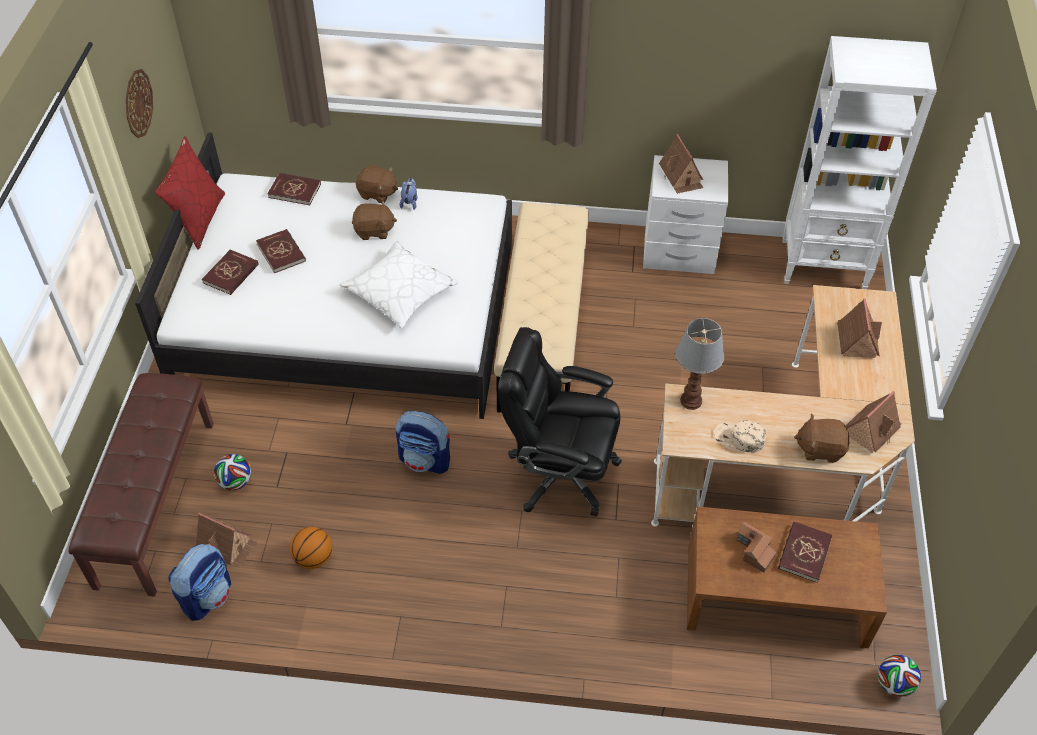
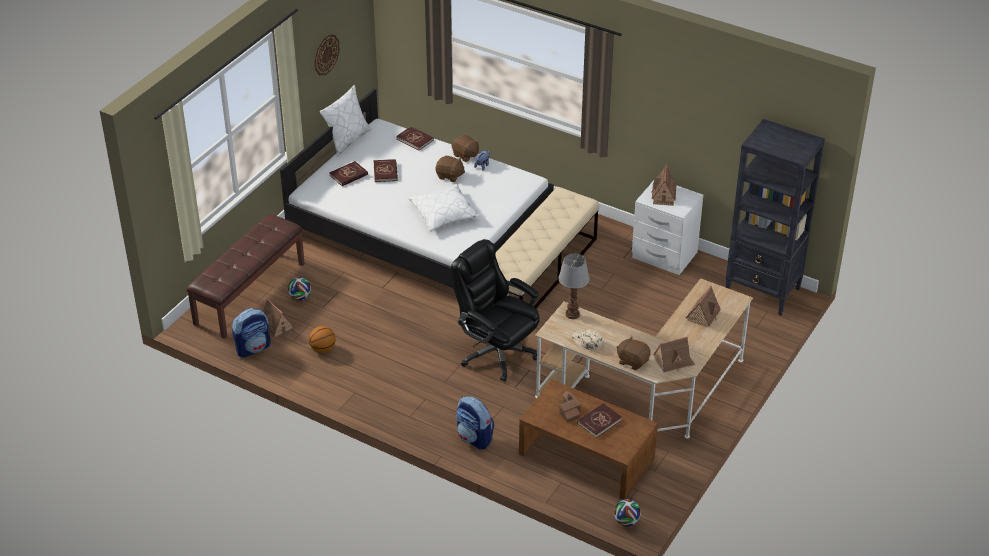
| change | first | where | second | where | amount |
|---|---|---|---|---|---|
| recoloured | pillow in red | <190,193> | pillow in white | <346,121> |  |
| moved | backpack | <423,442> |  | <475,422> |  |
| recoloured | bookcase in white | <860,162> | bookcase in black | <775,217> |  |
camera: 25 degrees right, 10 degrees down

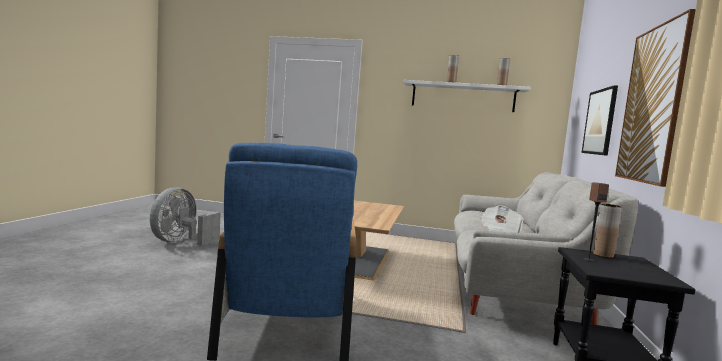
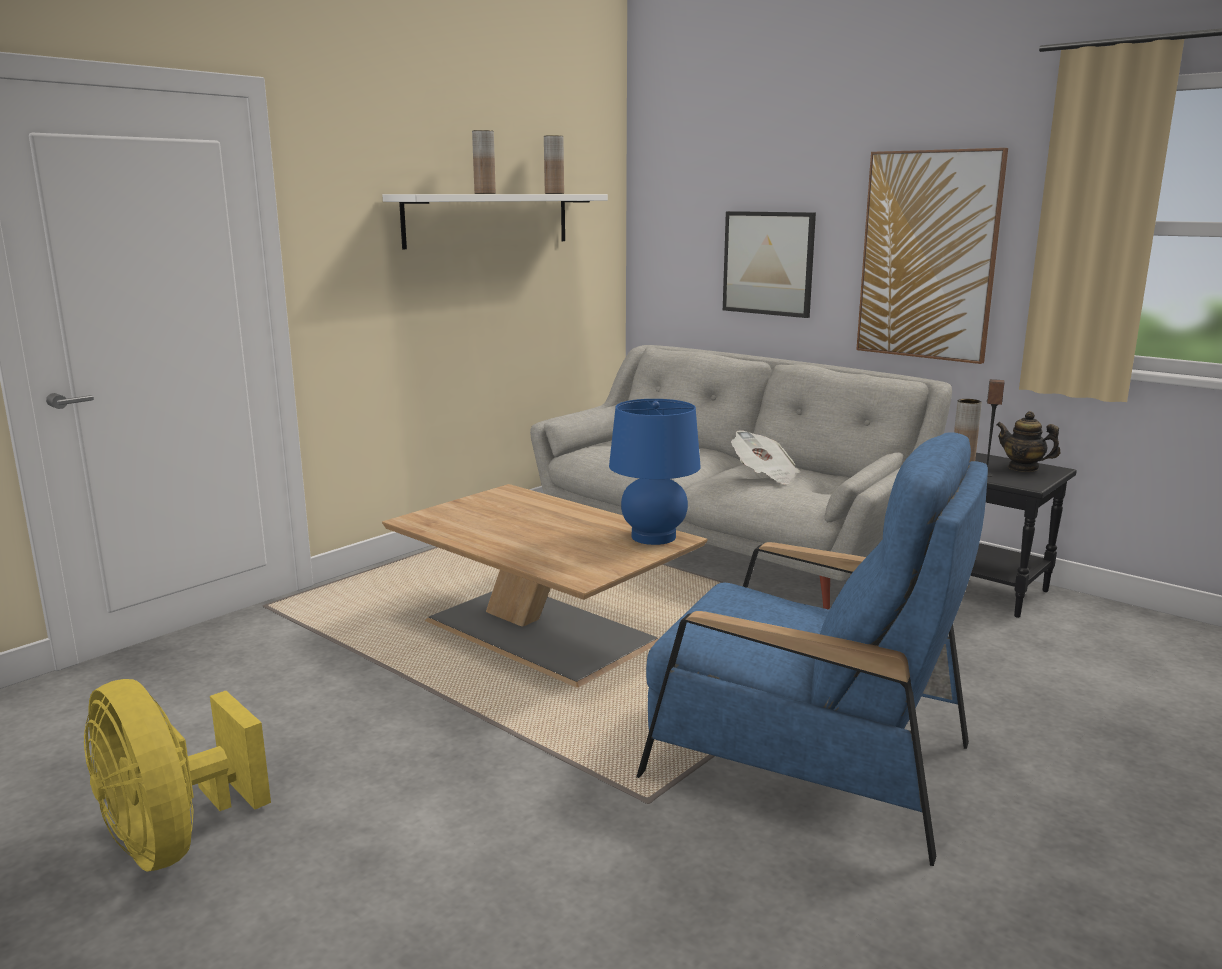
| change | first | where | second | where | amount |
|---|---|---|---|---|---|
| recoloured | fan in grey | <185,216> | fan in yellow | <177,775> |  |
| added |  |  | table lamp in blue | <655,472> |  |
| added |  |  | teapot | <1028,441> |  |
camera: 60 degrees left, 10 degrees up

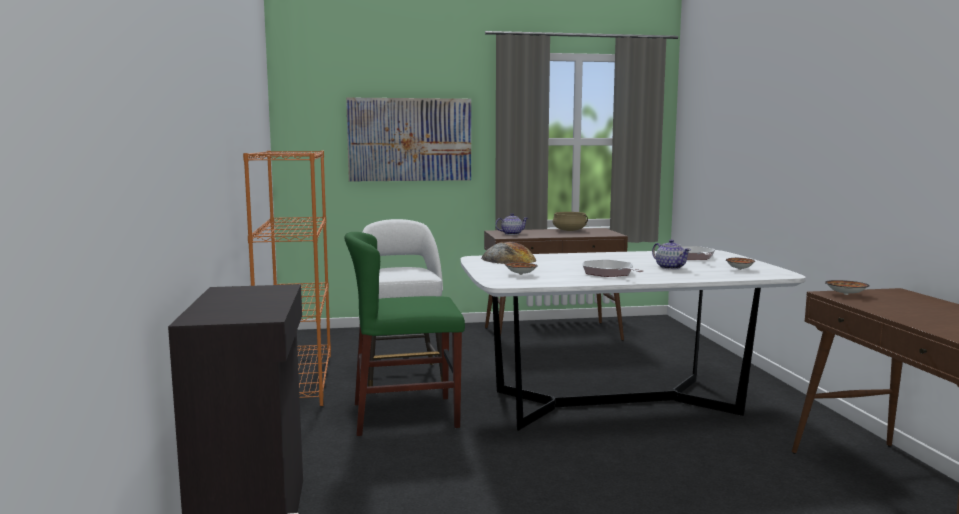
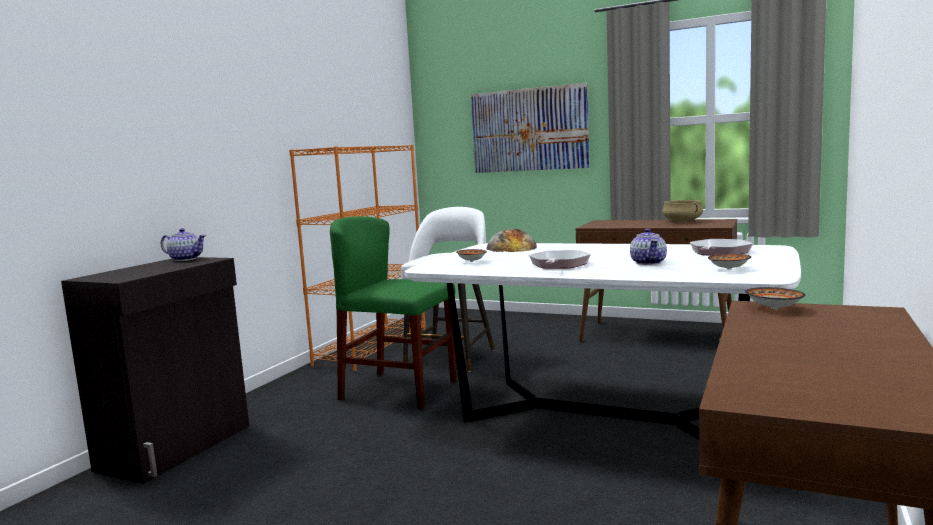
| change | first | where | second | where | amount |
|---|---|---|---|---|---|
| moved | teapot | <511,224> |  | <183,244> |  |
camera: 35 degrees right, 0 degrees up

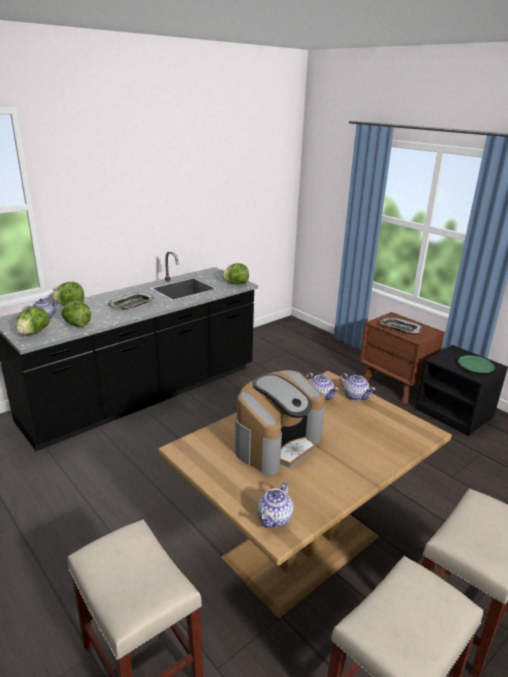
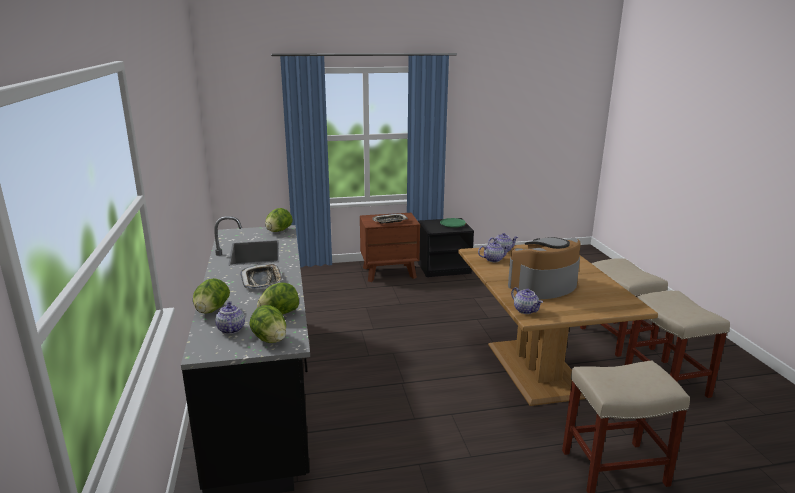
| change | first | where | second | where | amount |
|---|---|---|---|---|---|
| turned | coffee machine | <280,422> |  | <544,268> | 105 degrees counterclockwise |
| moved | teapot | <275,505> |  | <527,300> |  |
camera: 60 degrees left, 5 degrees down

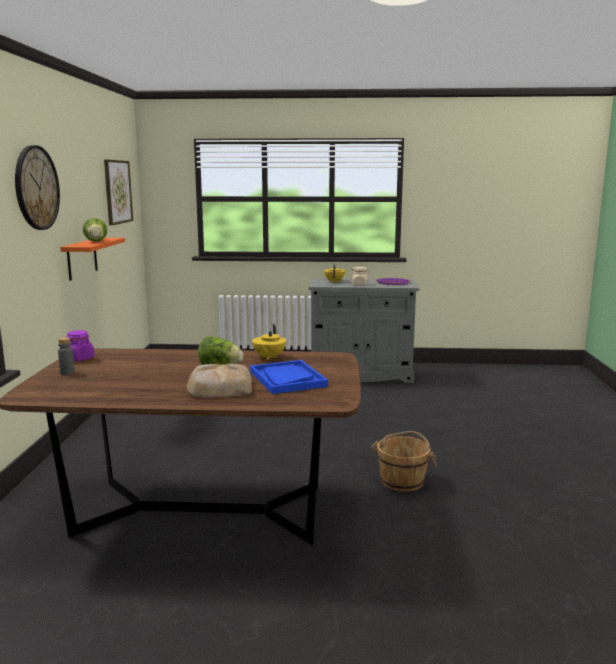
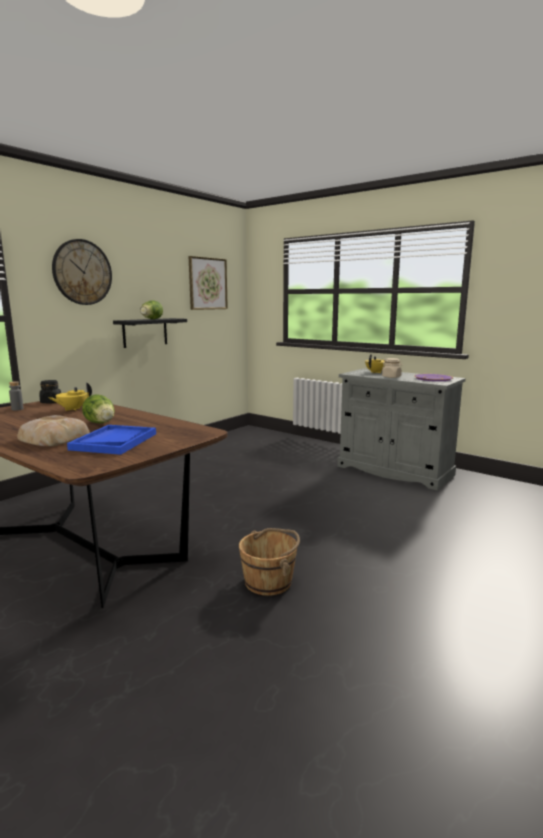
| change | first | where | second | where | amount |
|---|---|---|---|---|---|
| recoloured | shelf in orange | <92,259> | shelf in black | <150,333> |  |
| recoloured | jar in purple | <80,345> | jar in black | <50,392> |  |
| moved | teapot in yellow | <269,342> |  | <70,396> |  |
camera: 35 degrees right, 0 degrees up

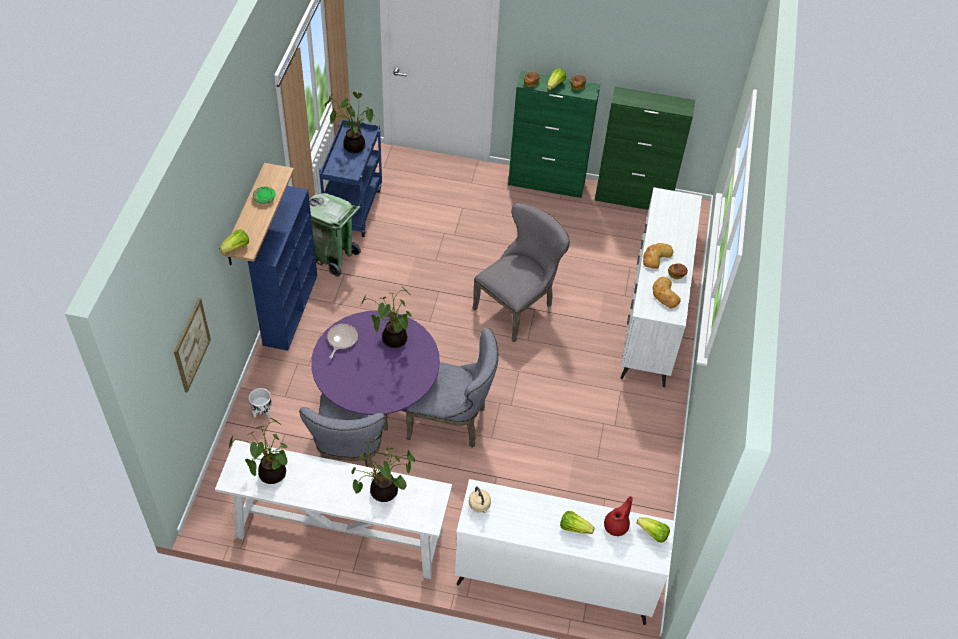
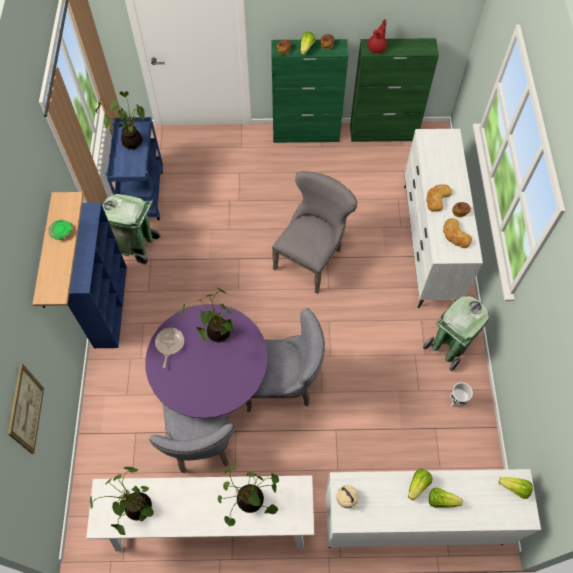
| change | first | where | second | where | amount |
|---|---|---|---|---|---|
| moved | lettuce | <234,241> |  | <420,484> |  |
| moved | planter in white | <260,403> |  | <461,395> |  |
| moved | teapot in red | <618,516> |  | <377,36> |  |
| added |  |  | trash can in green | <456,333> |  |
camera: 10 degrees left, 10 degrees up

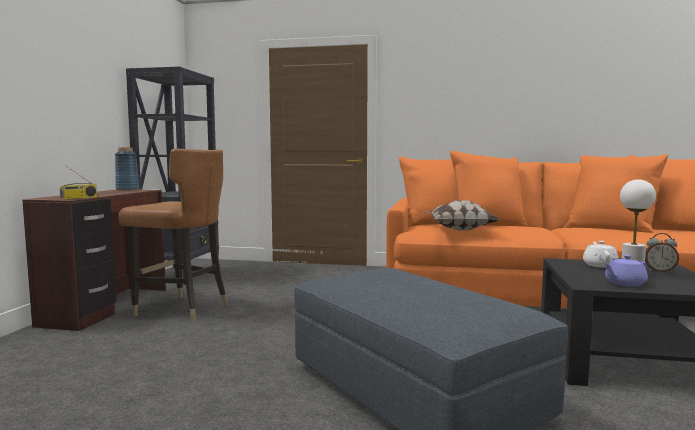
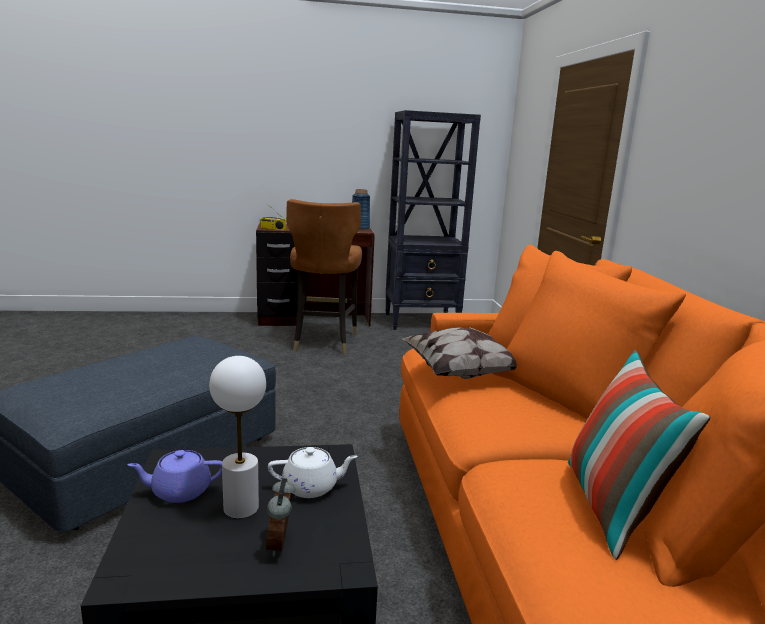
| change | first | where | second | where | amount |
|---|---|---|---|---|---|
| turned | teapot in purple | <626,271> |  | <175,476> | 60 degrees counterclockwise |
| added |  |  | pillow | <639,455> |  |
camera: 70 degrees right, 10 degrees up

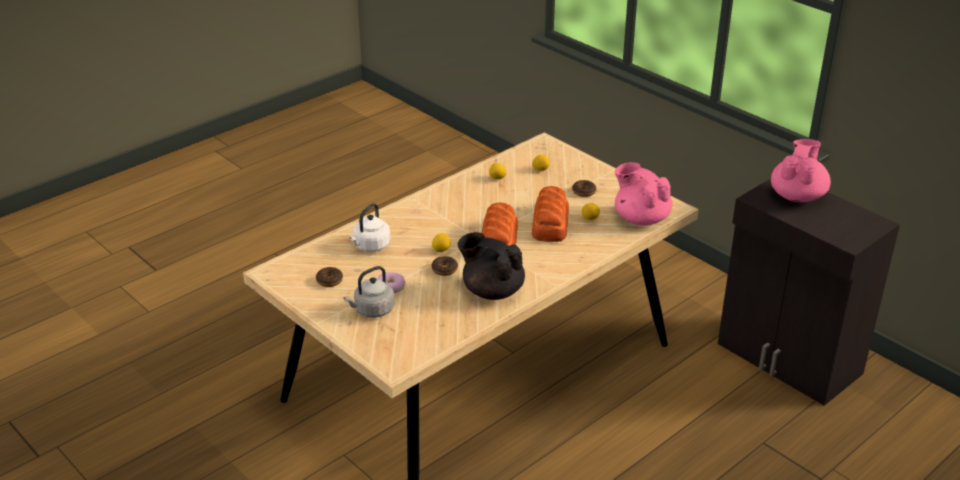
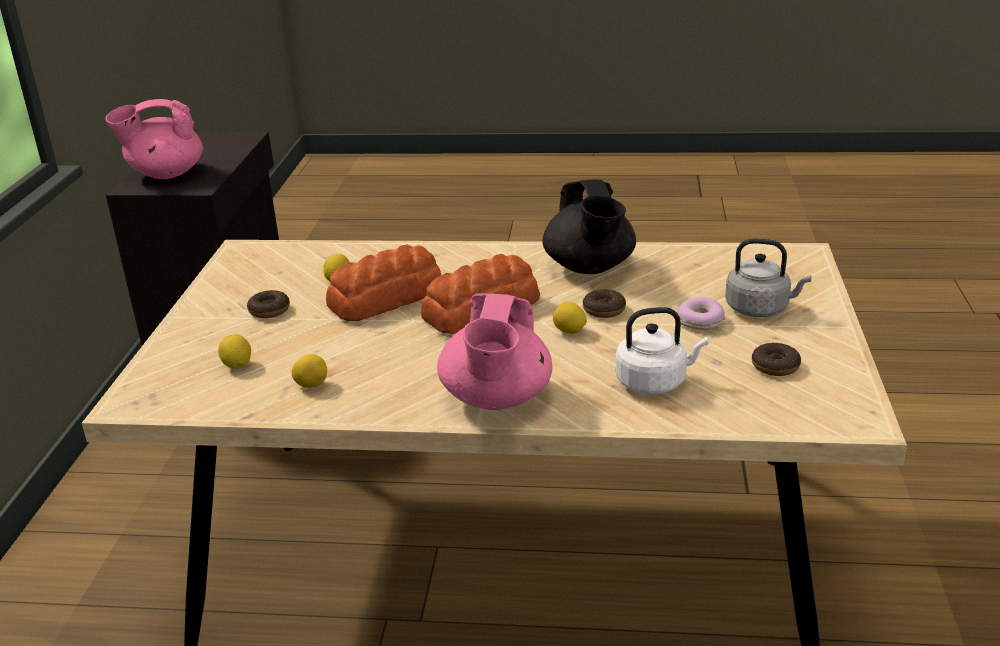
| change | first | where | second | where | amount |
|---|---|---|---|---|---|
| moved | teapot in pink | <643,194> |  | <494,351> |  |
camera: 130 degrees left, 5 degrees down

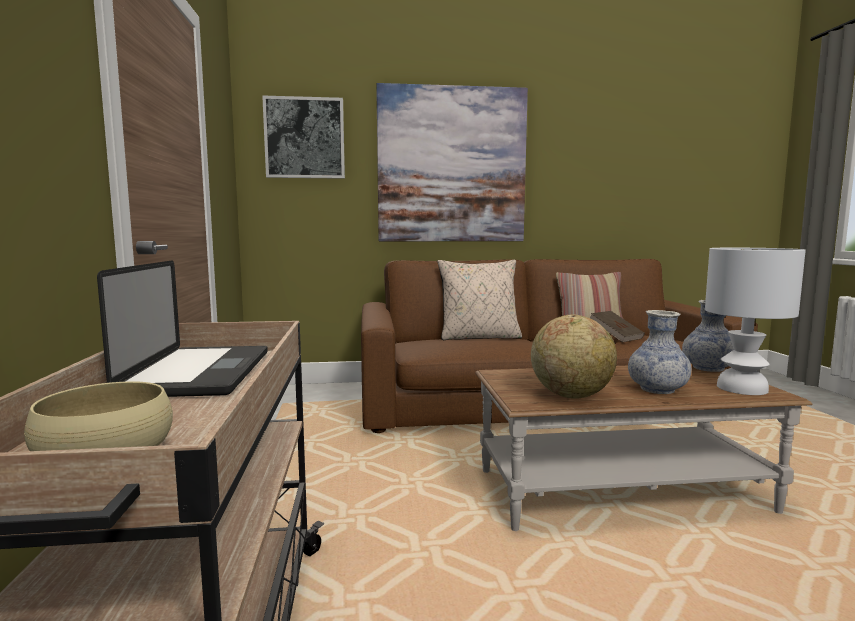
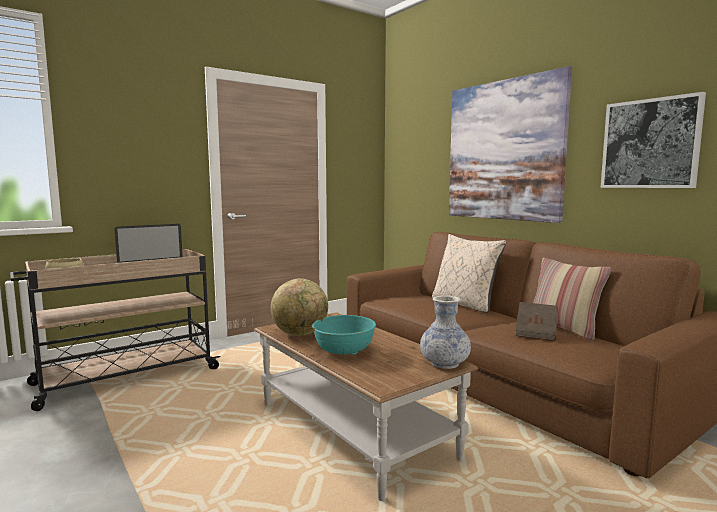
| change | first | where | second | where | amount |
|---|---|---|---|---|---|
| moved | picture | <303,137> |  | <653,140> |  |
| replaced | vase | <659,352> | bowl in turquoise | <344,335> |  |
| removed | table lamp in white | <755,321> |  |  |  |
camera: 60 degrees right, 0 degrees up

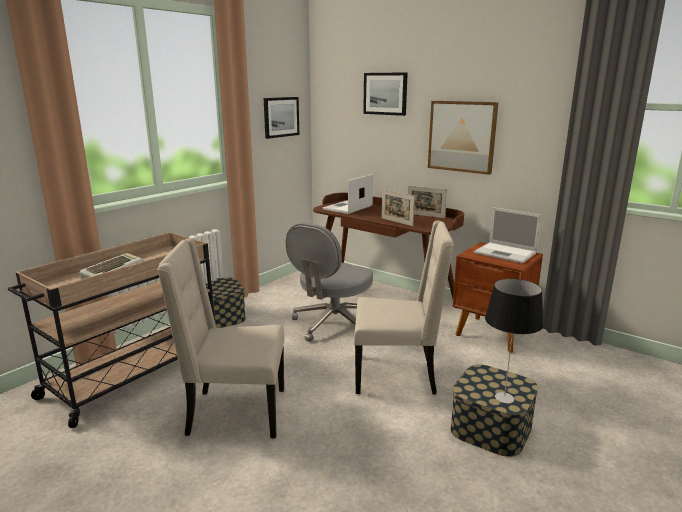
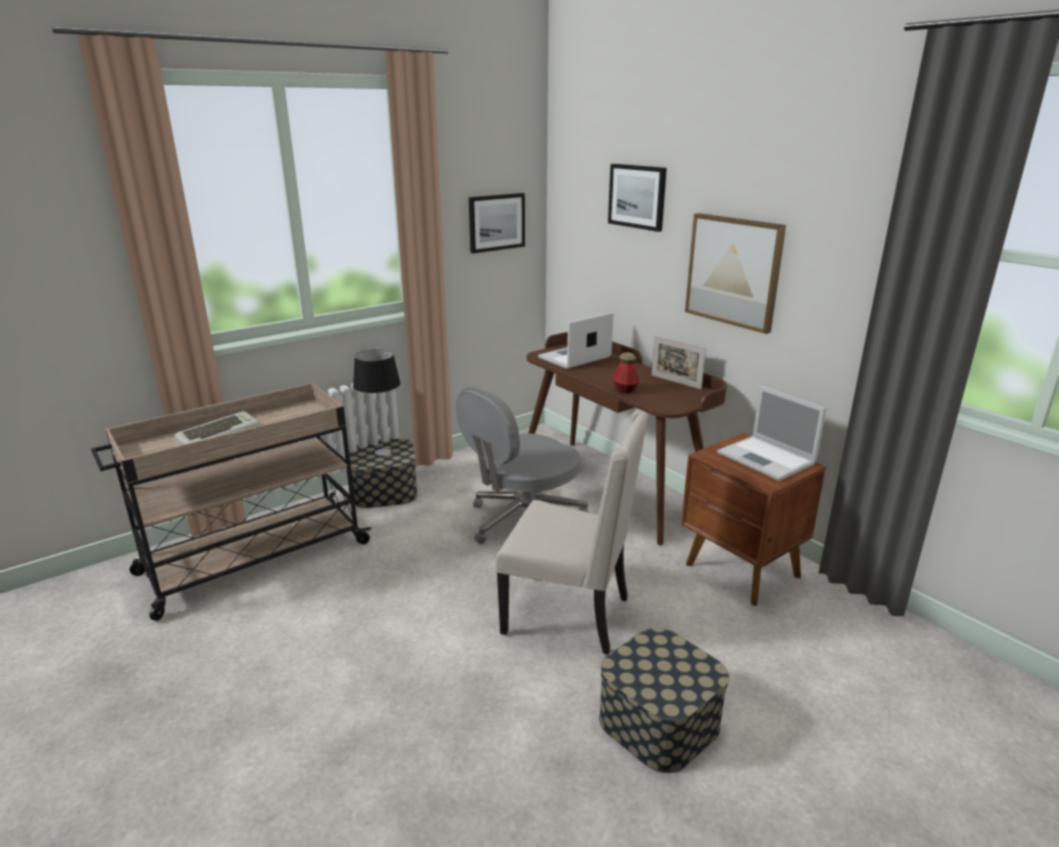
| change | first | where | second | where | amount |
|---|---|---|---|---|---|
| removed | chair in beige | <221,338> |  |  |  |
| replaced | picture frame | <398,207> | bottle | <626,372> |  |
| moved | table lamp | <514,341> |  | <377,402> |  |
camera: 15 degrees right, 5 degrees up

